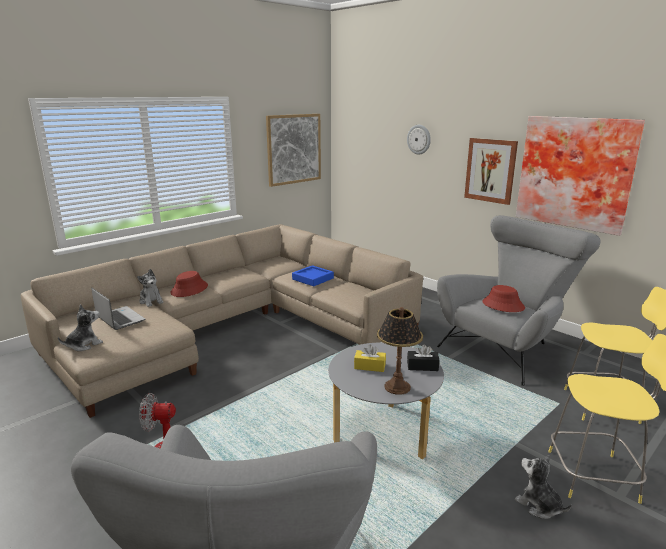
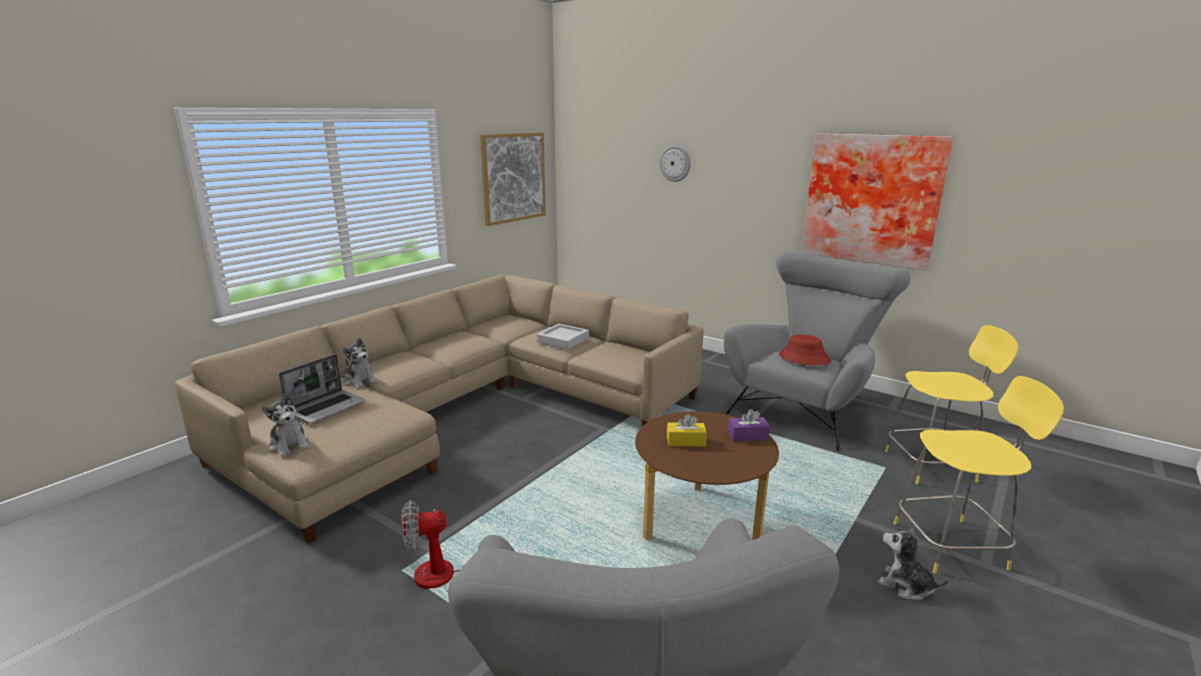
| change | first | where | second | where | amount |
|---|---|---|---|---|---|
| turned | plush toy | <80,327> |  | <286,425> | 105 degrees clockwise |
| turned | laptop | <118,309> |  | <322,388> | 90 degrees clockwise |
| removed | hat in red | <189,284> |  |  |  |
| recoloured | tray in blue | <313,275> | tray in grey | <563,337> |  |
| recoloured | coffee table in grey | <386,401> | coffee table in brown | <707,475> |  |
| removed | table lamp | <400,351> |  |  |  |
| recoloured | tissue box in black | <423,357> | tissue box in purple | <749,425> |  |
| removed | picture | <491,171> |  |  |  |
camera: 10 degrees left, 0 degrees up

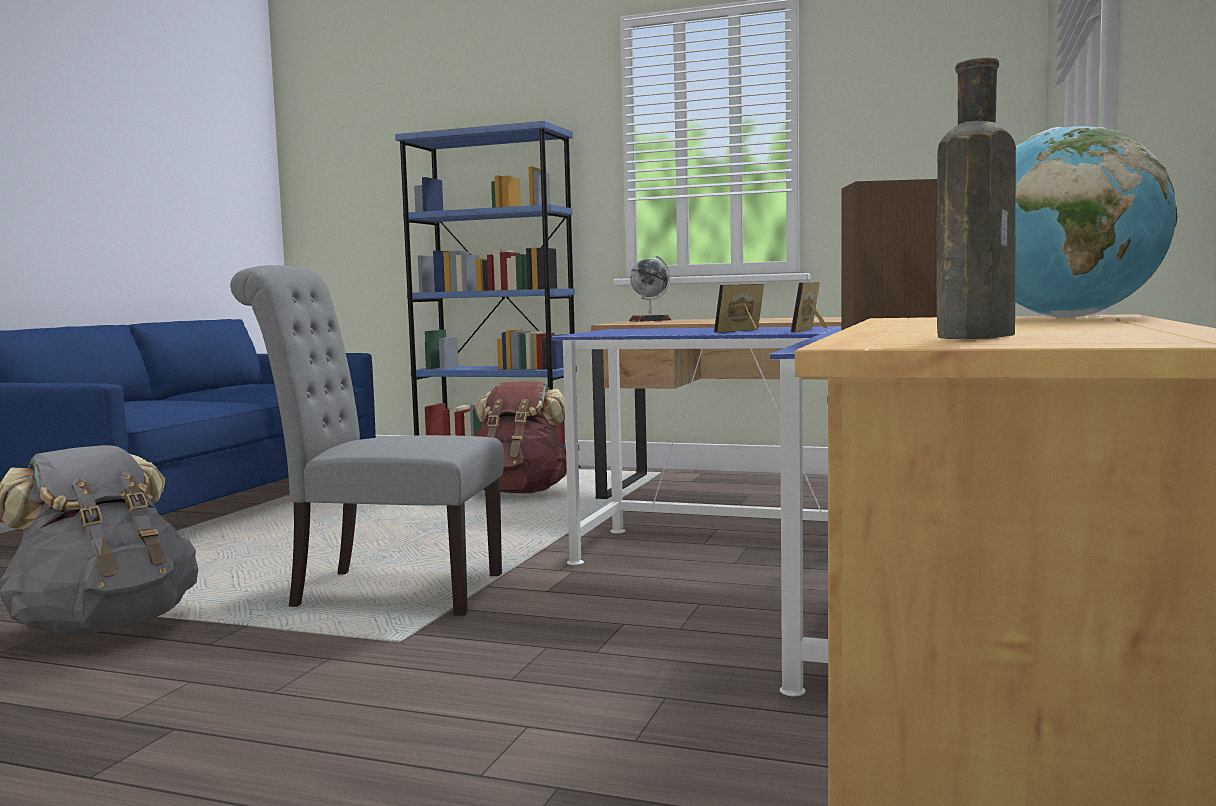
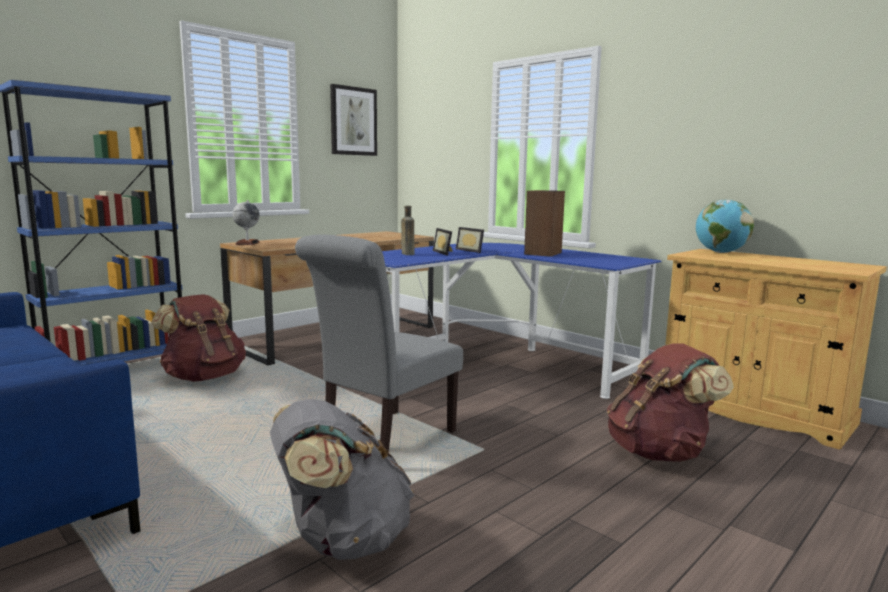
| change | first | where | second | where | amount |
|---|---|---|---|---|---|
| moved | bottle in brown | <976,198> |  | <407,230> |  |
| added |  |  | picture | <353,120> |  |
| added |  |  | backpack in brown | <670,402> |  |
camera: 65 degrees left, 5 degrees up

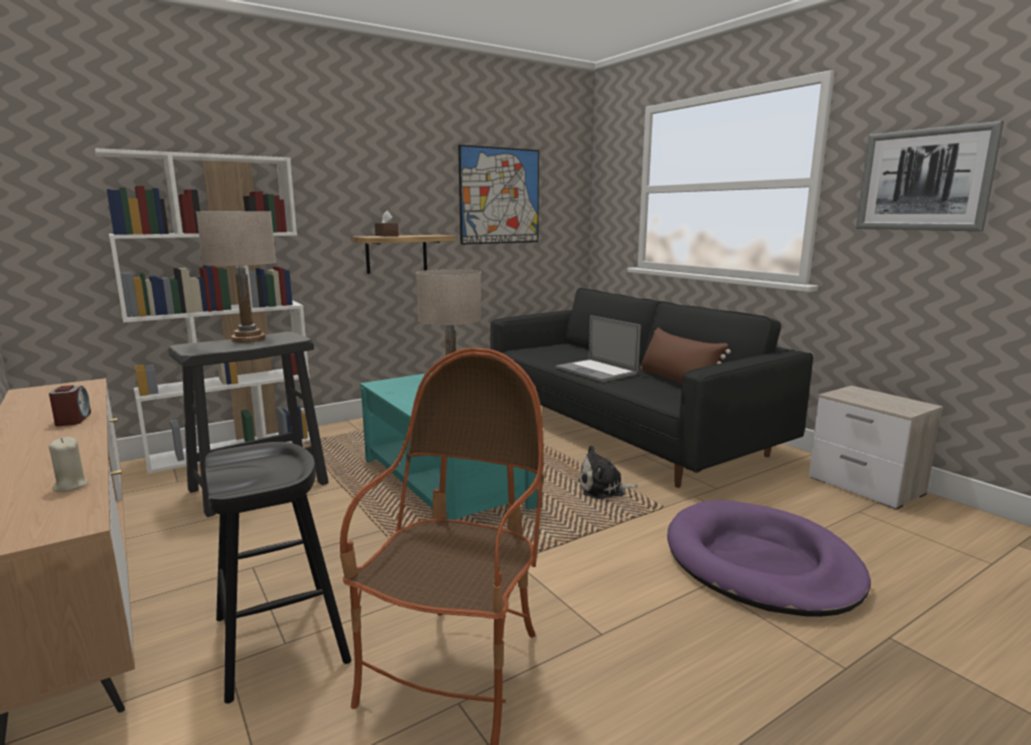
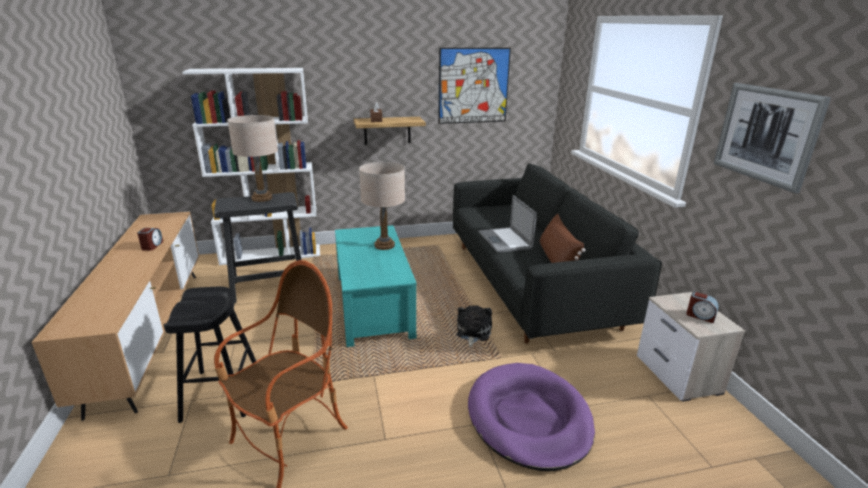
| change | first | where | second | where | amount |
|---|---|---|---|---|---|
| removed | candle in beige | <68,464> |  |  |  |
| turned | plush toy | <608,472> |  | <474,326> | 90 degrees clockwise |
| added |  |  | alarm clock | <702,307> |  |
camera: 20 degrees right, 10 degrees up

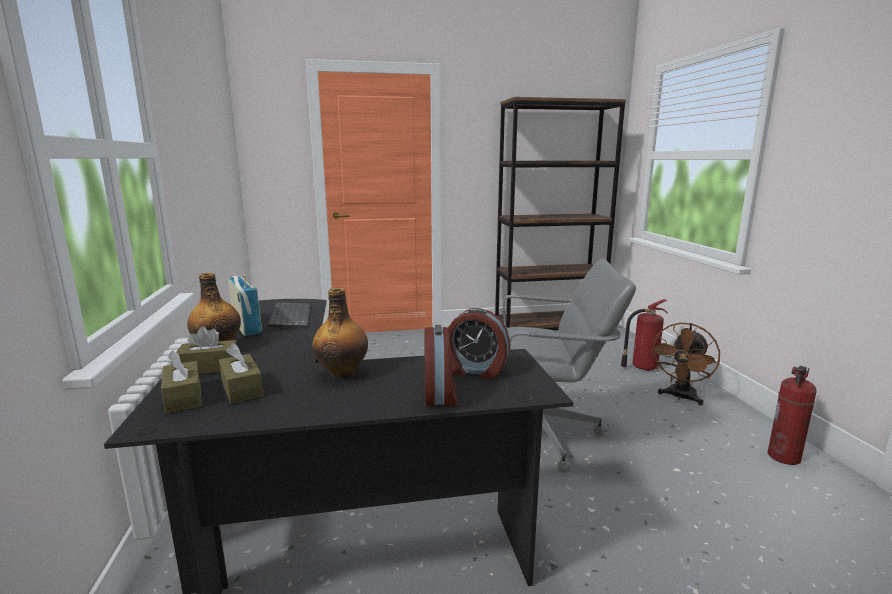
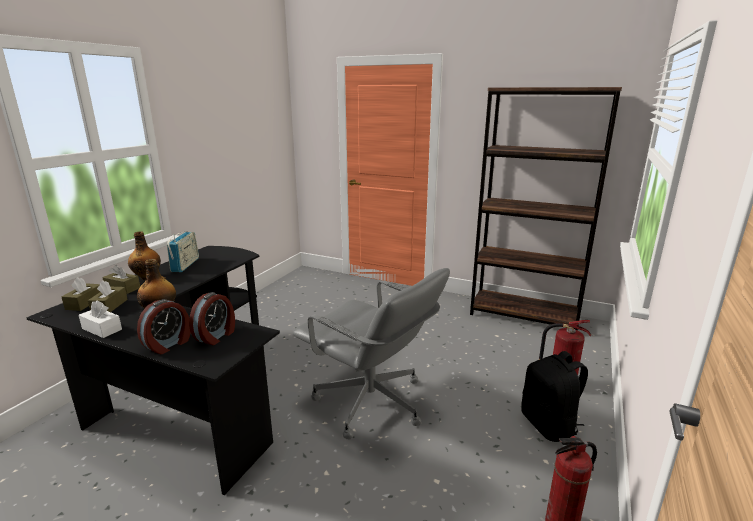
| change | first | where | second | where | amount |
|---|---|---|---|---|---|
| removed | keyboard | <289,315> |  |  |  |
| turned | alarm clock | <479,344> |  | <212,318> | 120 degrees counterclockwise |
| replaced | fan in brown | <685,363> | backpack in black | <554,396> |  |
| added |  |  | tissue box in white | <100,319> |  |
camera: 35 degrees right, 5 degrees up

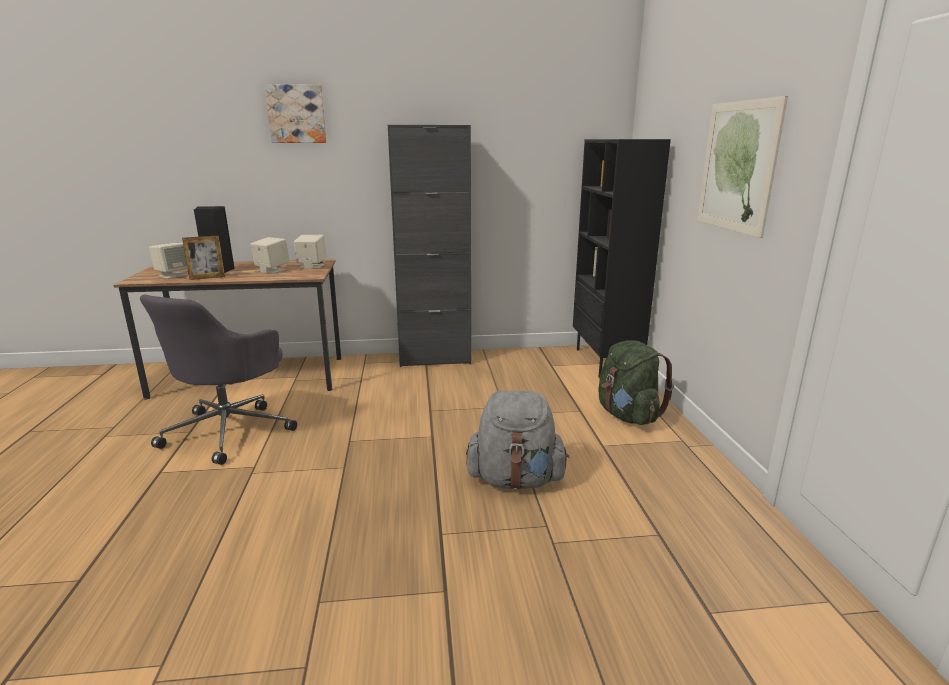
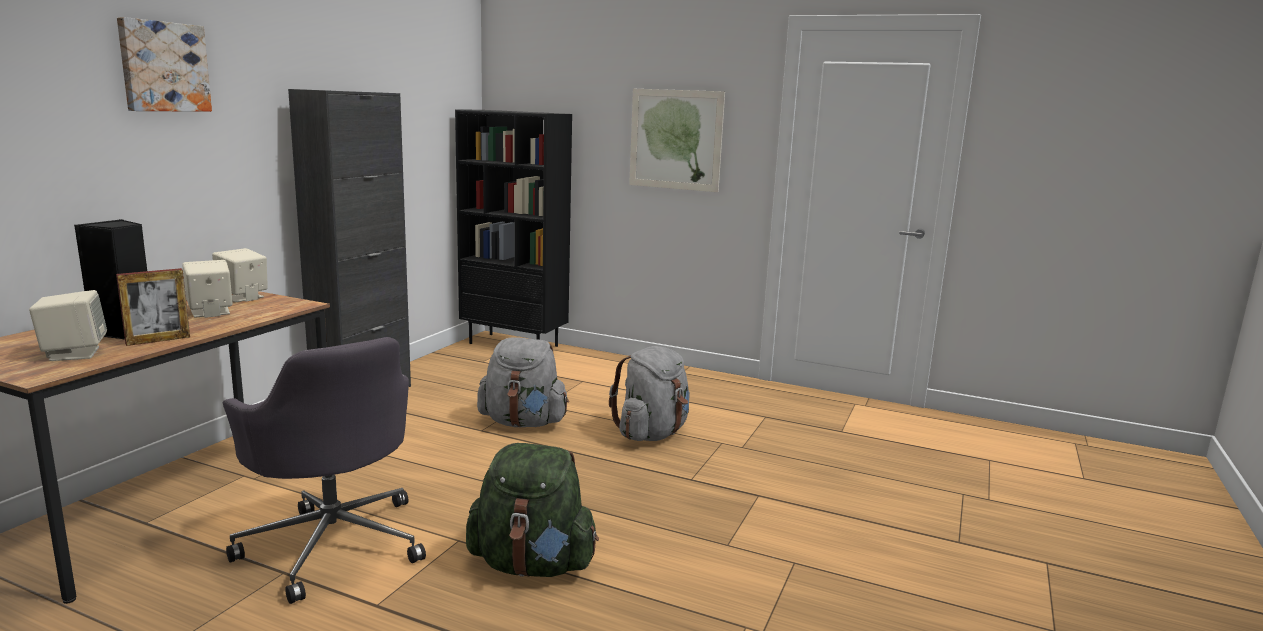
| change | first | where | second | where | amount |
|---|---|---|---|---|---|
| turned | picture frame | <203,257> |  | <153,307> | 45 degrees clockwise |
| moved | backpack in green | <636,382> |  | <532,510> |  |
| added |  |  | backpack in grey | <523,382> |  |
camera: 60 degrees left, 5 degrees down

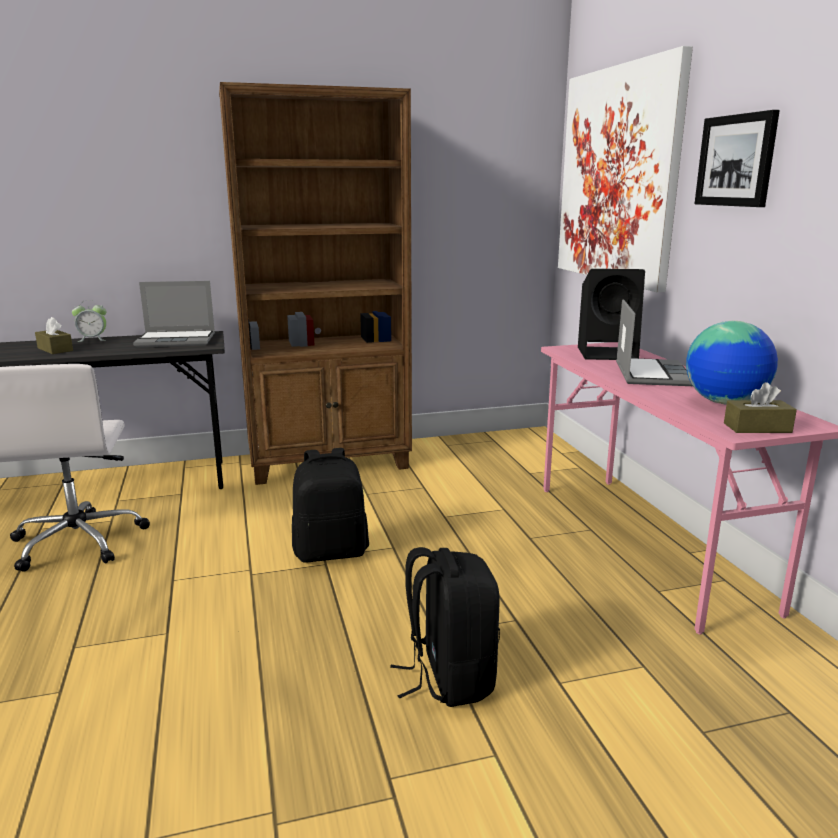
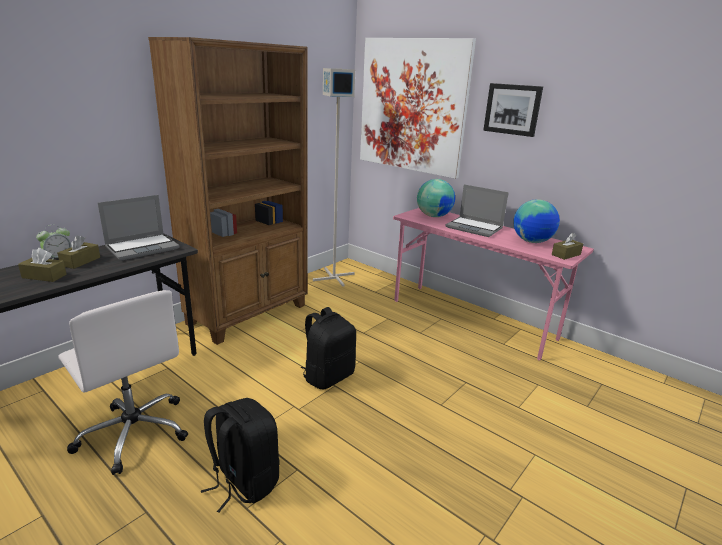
| change | first | where | second | where | amount |
|---|---|---|---|---|---|
| moved | backpack in black | <445,627> |  | <240,455> |  |
| replaced | speaker in black | <611,314> | globe | <436,198> |  |
| turned | laptop | <654,343> |  | <477,210> | 150 degrees clockwise |
| added |  |  | tissue box in brown | <78,252> |  |
| added |  |  | floor lamp in grey | <334,177> |  |
camera: 35 degrees left, 5 degrees up

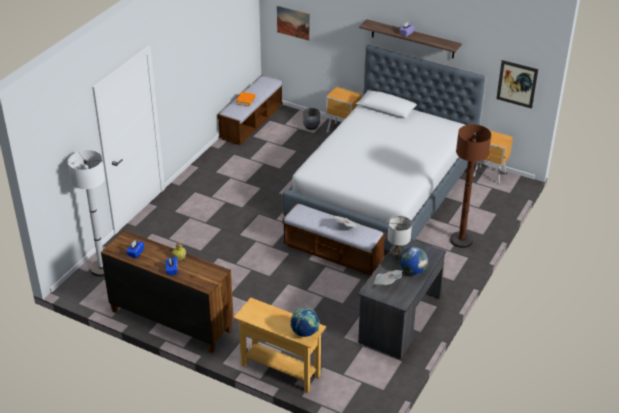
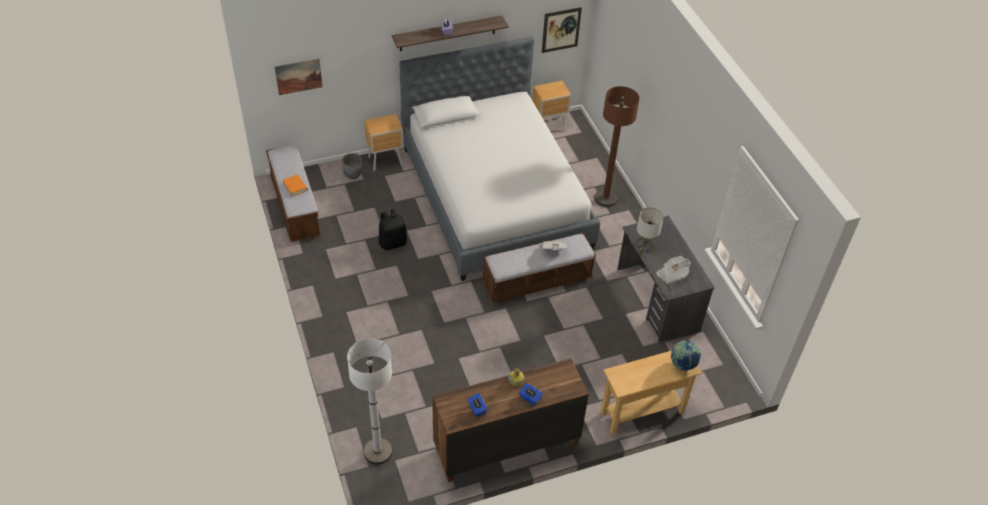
| change | first | where | second | where | amount |
|---|---|---|---|---|---|
| removed | globe | <414,261> |  |  |  |
| added |  |  | backpack in black | <393,230> |  |
camera: 50 degrees left, 10 degrees up

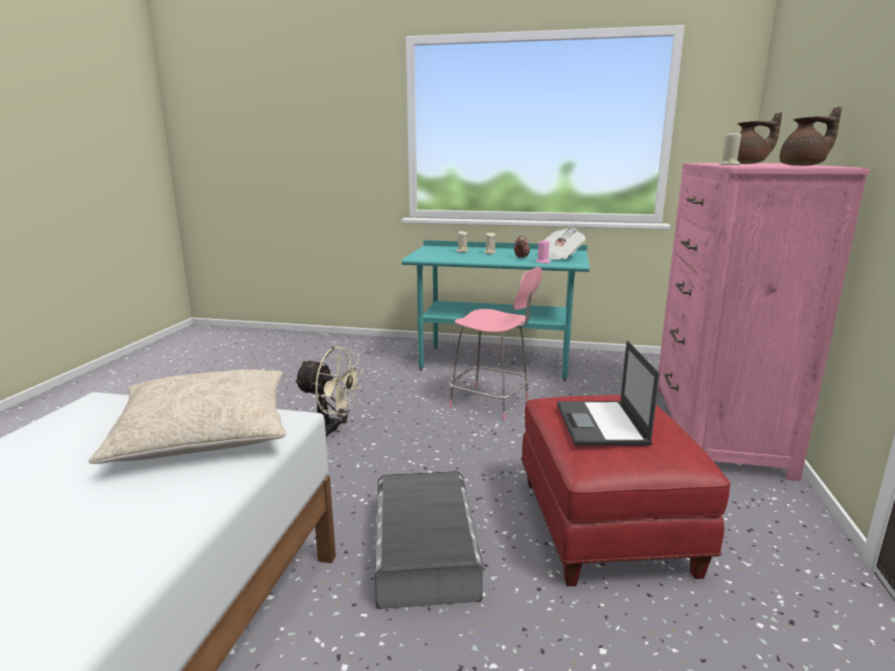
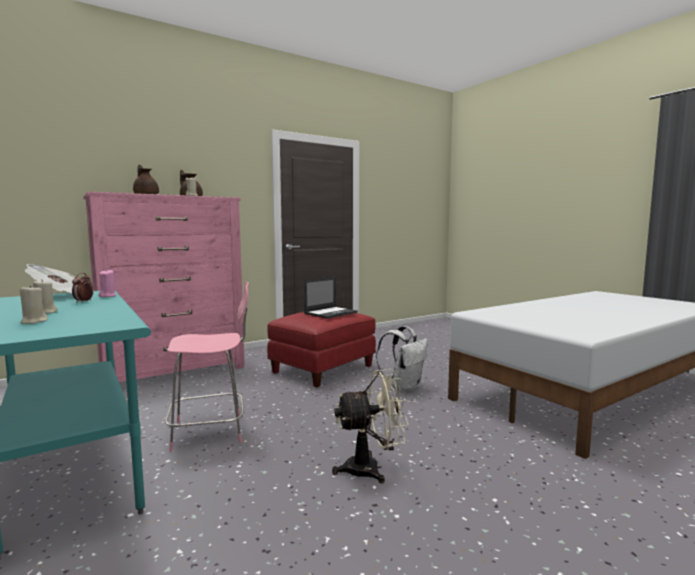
| change | first | where | second | where | amount |
|---|---|---|---|---|---|
| removed | pillow in beige | <187,416> |  |  |  |
| turned | fan in beige | <328,391> |  | <370,426> | 105 degrees clockwise |
| replaced | storage box in grey | <428,540> | backpack in white | <402,359> |  |
| turned | chair in pink | <495,344> |  | <207,367> | 90 degrees clockwise |
camera: 135 degrees left, 10 degrees down

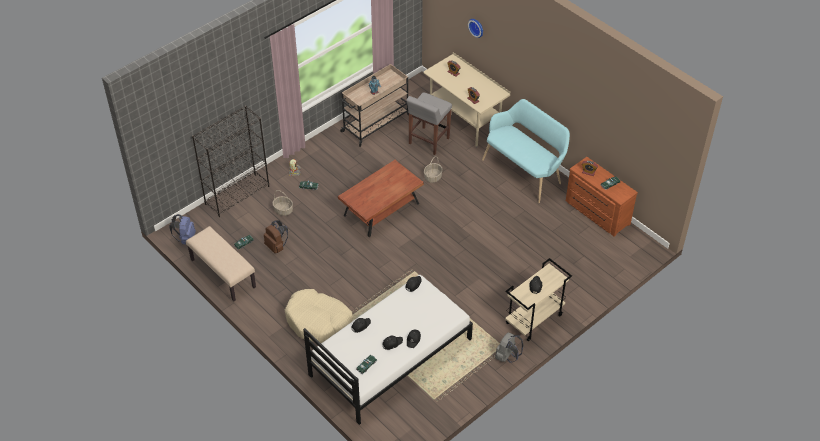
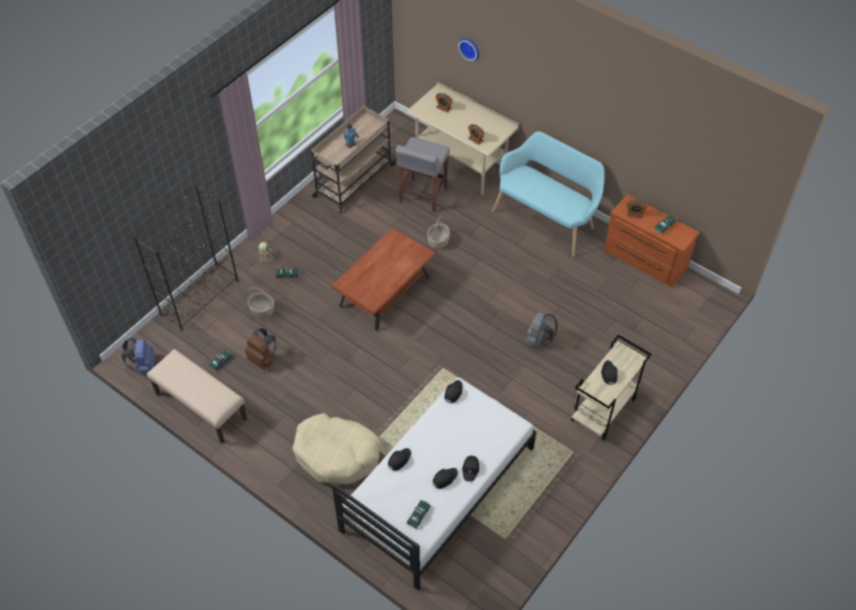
| change | first | where | second | where | amount |
|---|---|---|---|---|---|
| moved | backpack in grey | <509,347> |  | <541,329> |  |
camera: 10 degrees left, 5 degrees up

